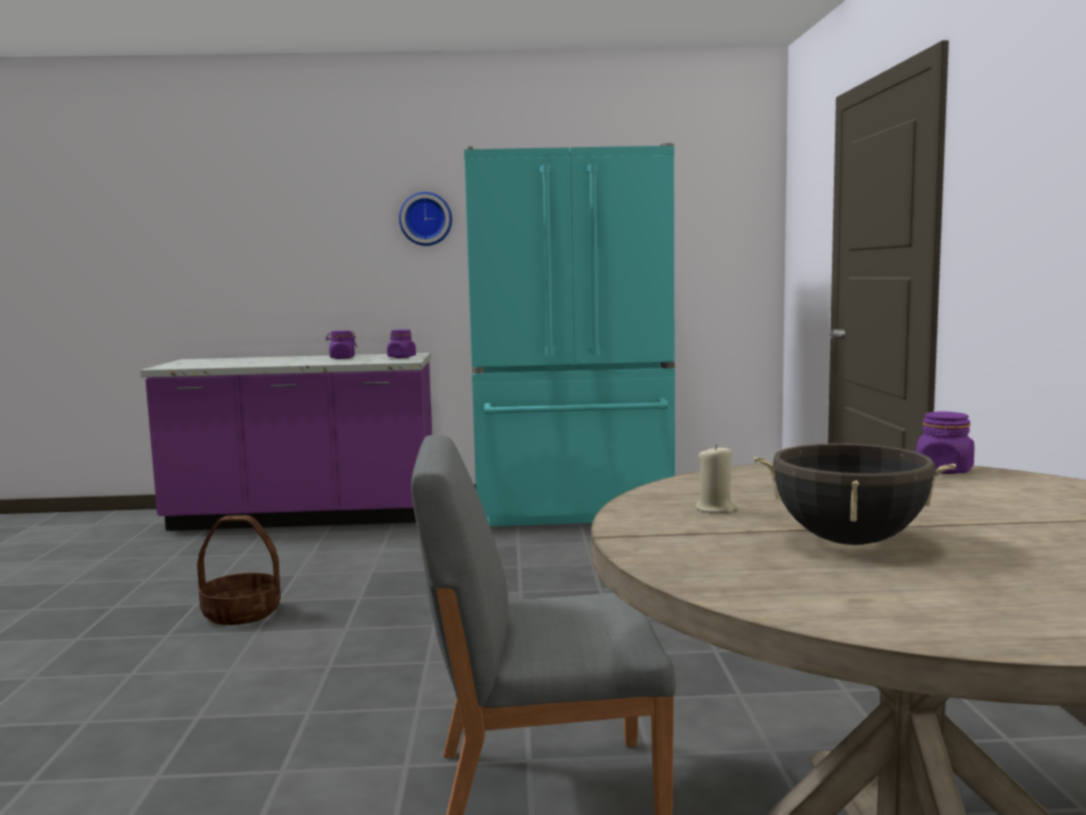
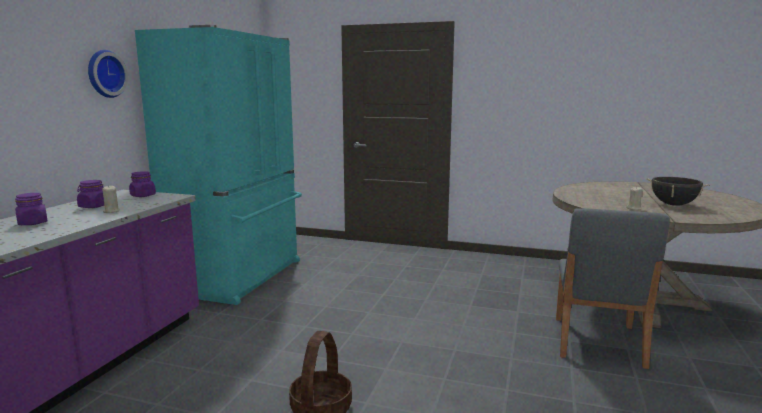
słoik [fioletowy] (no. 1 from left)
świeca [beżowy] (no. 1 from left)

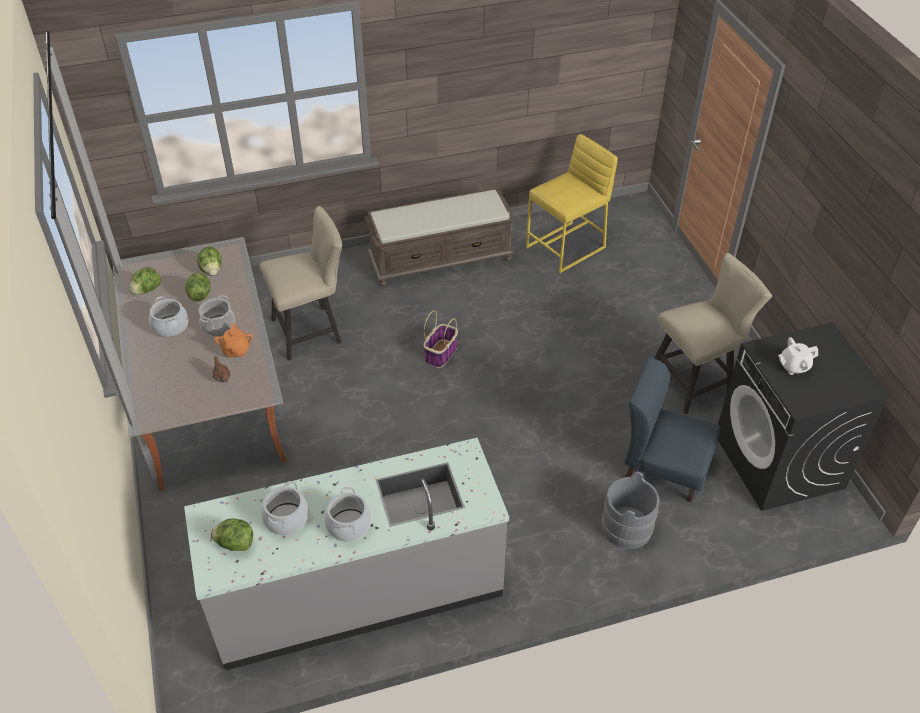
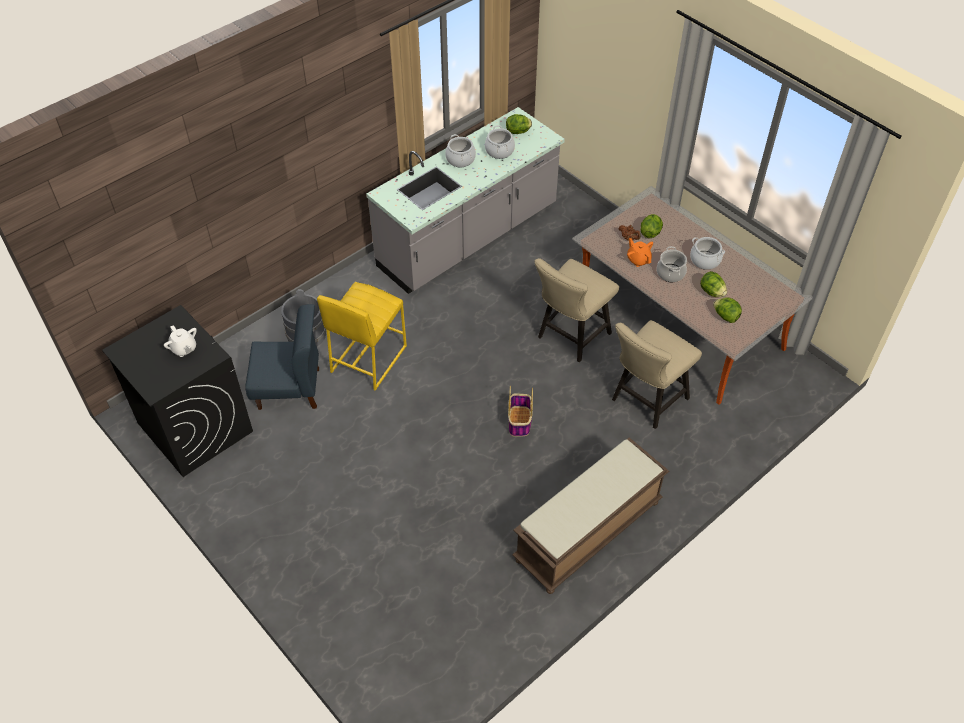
stołek [żółty]
krzesło [beżowy] (no. 1 from left)
sałata (no. 2 from left)
imbryk [biały]

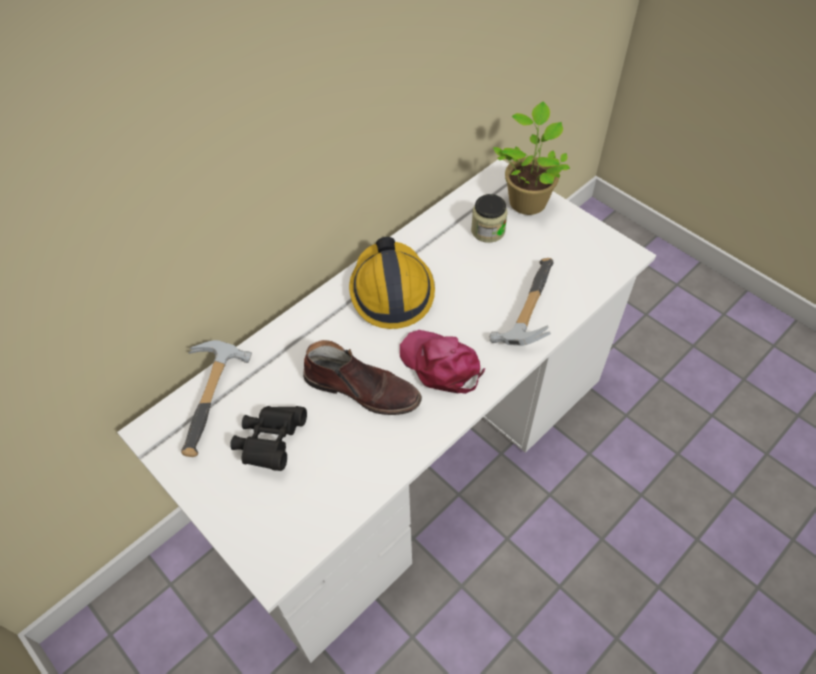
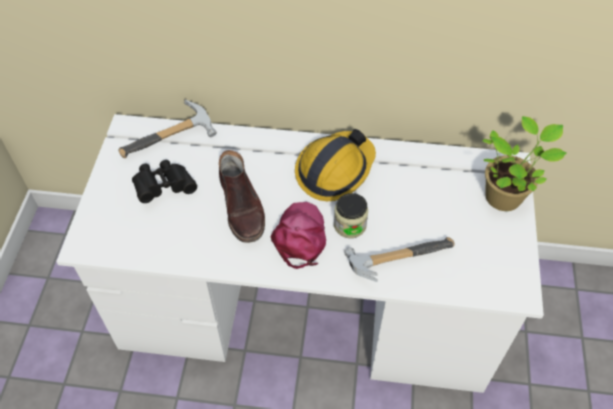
słoik

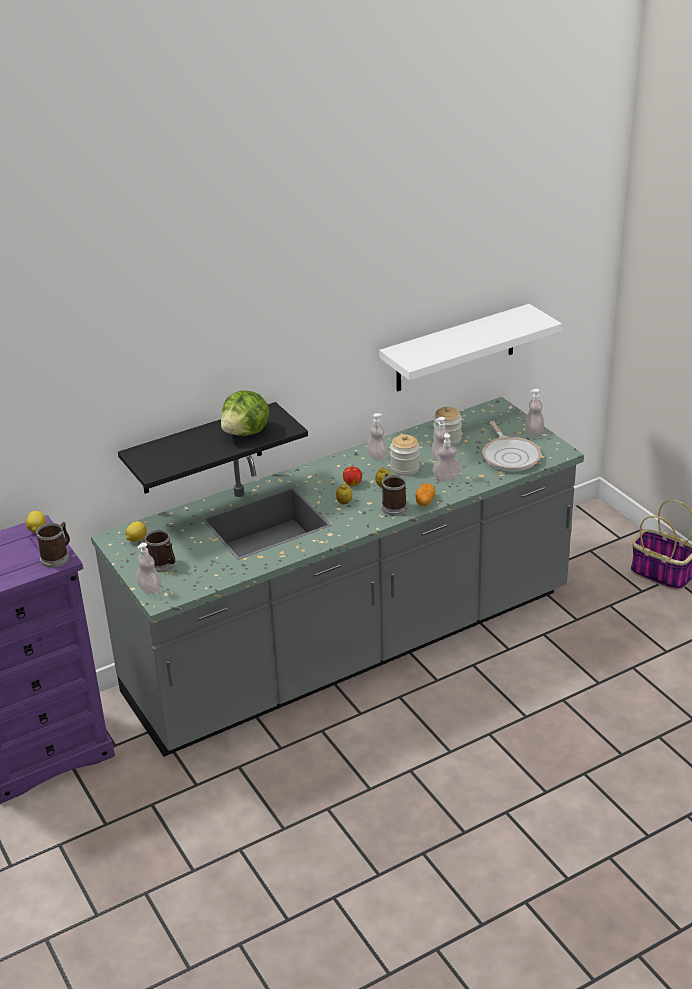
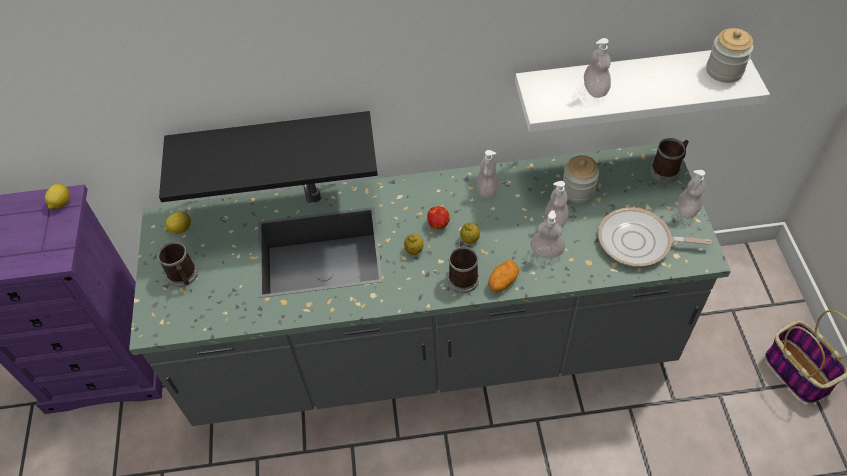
sałata
patelnia
słoik (no. 2 from left)
kubek (no. 3 from left)
dozownik mydła (no. 4 from left)

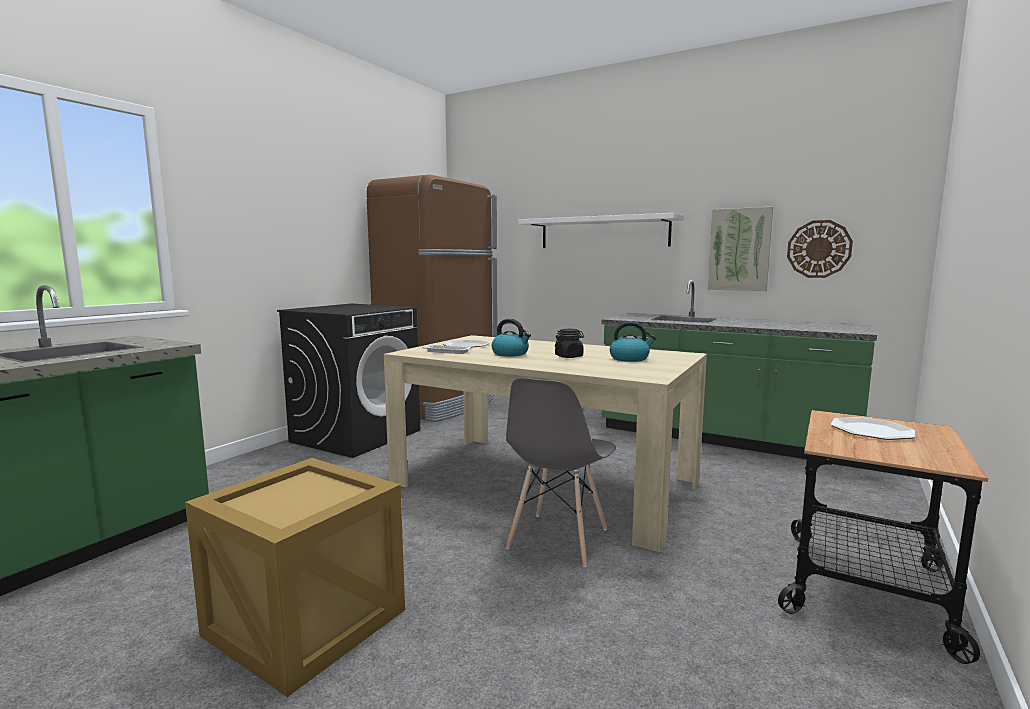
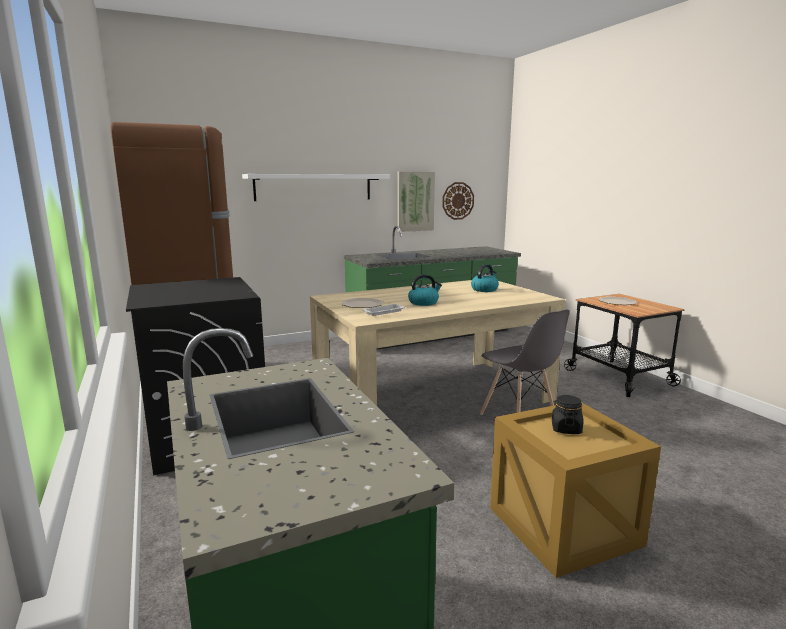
słoik [czarny]

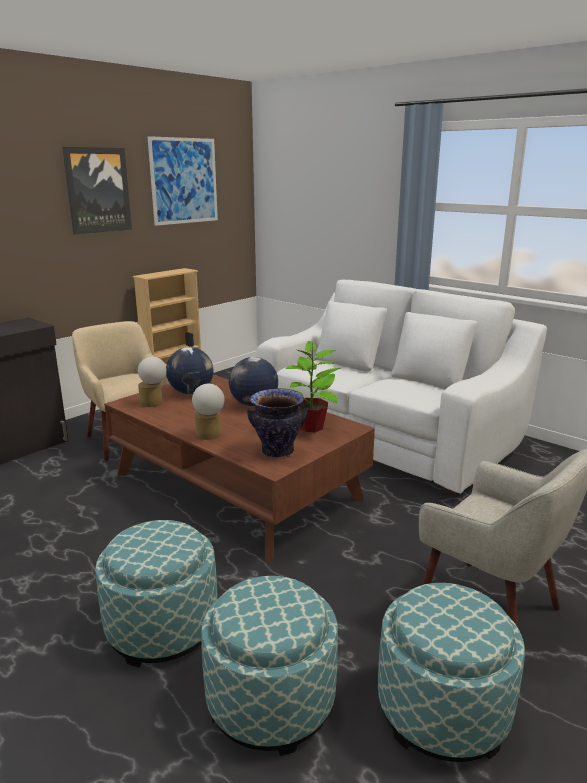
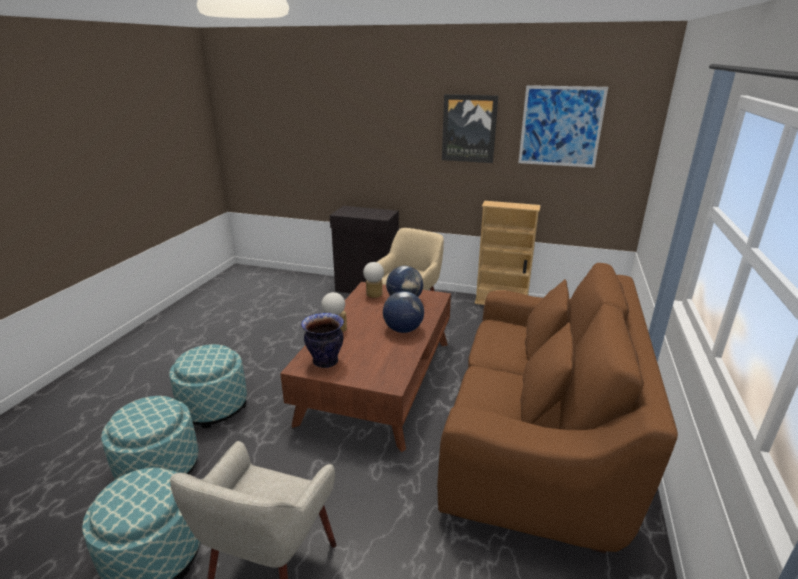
kanapa [brązowy]
roślina doniczkowa

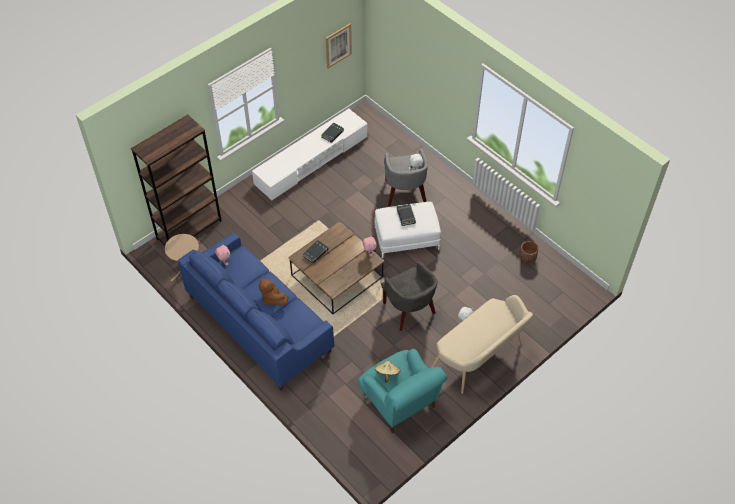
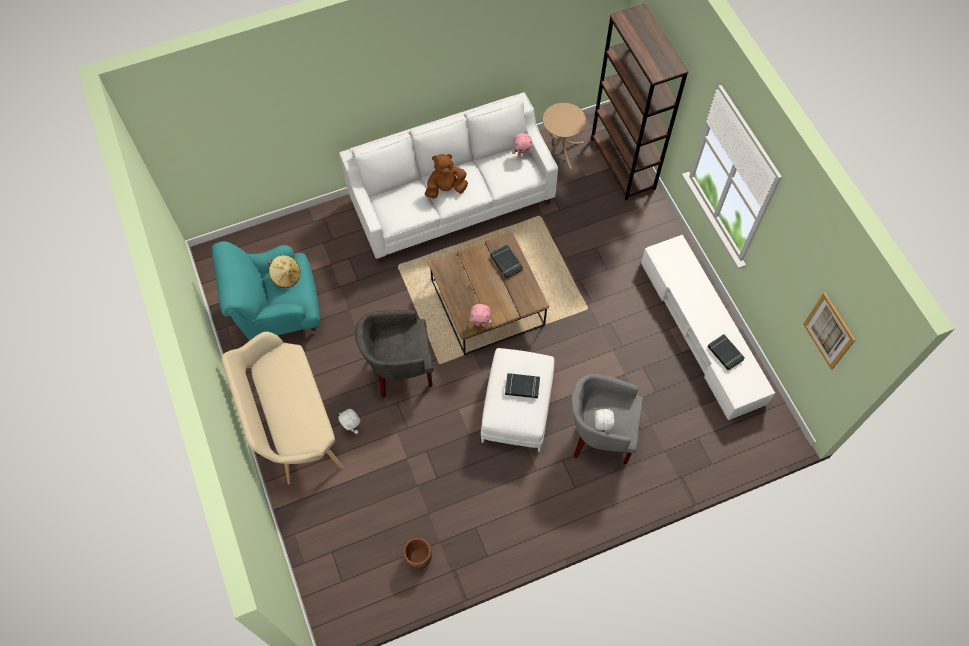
kanapa [biały]

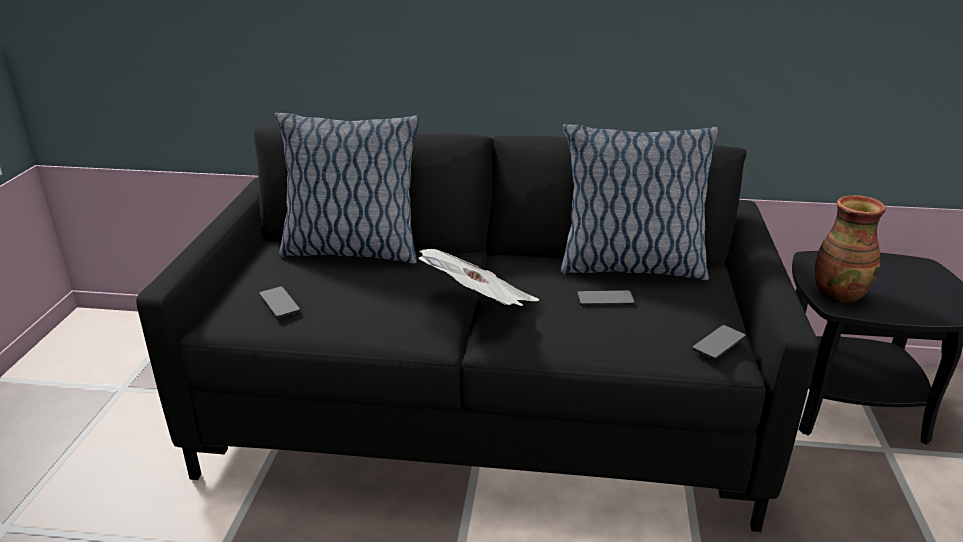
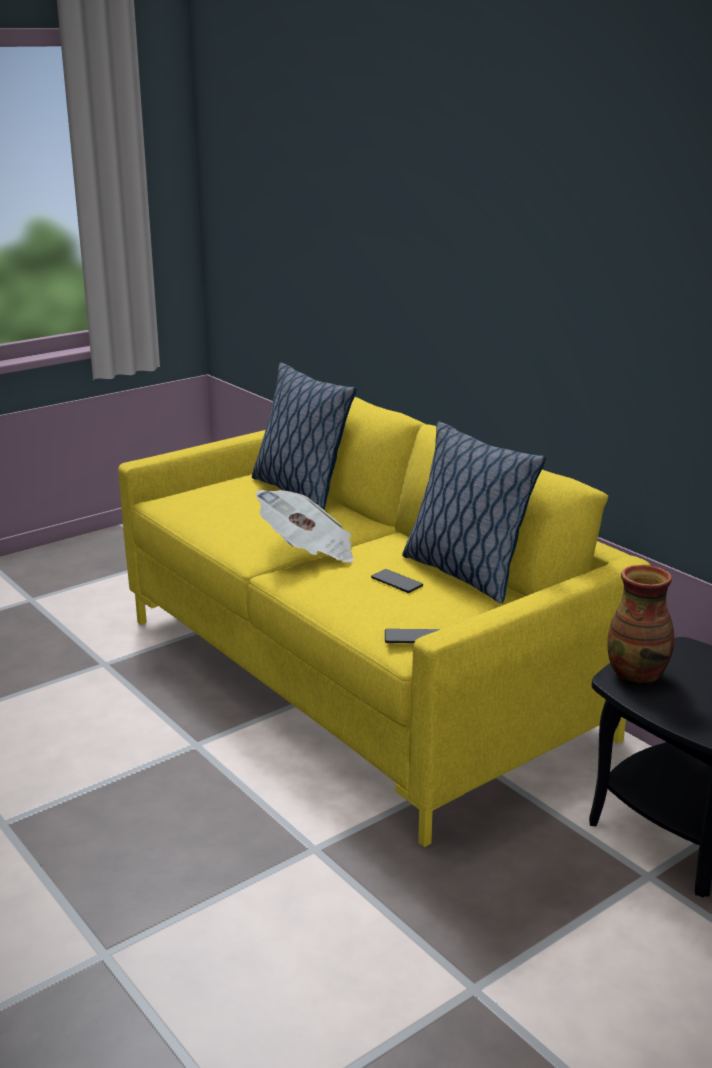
kanapa [żółty]
telefon (no. 1 from left in the first image)

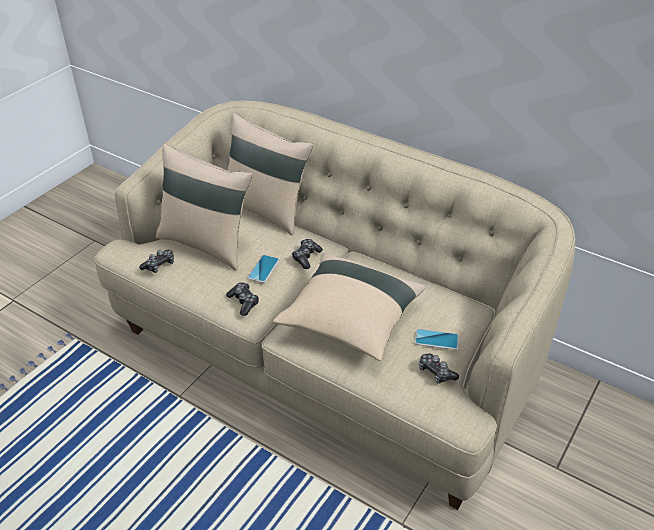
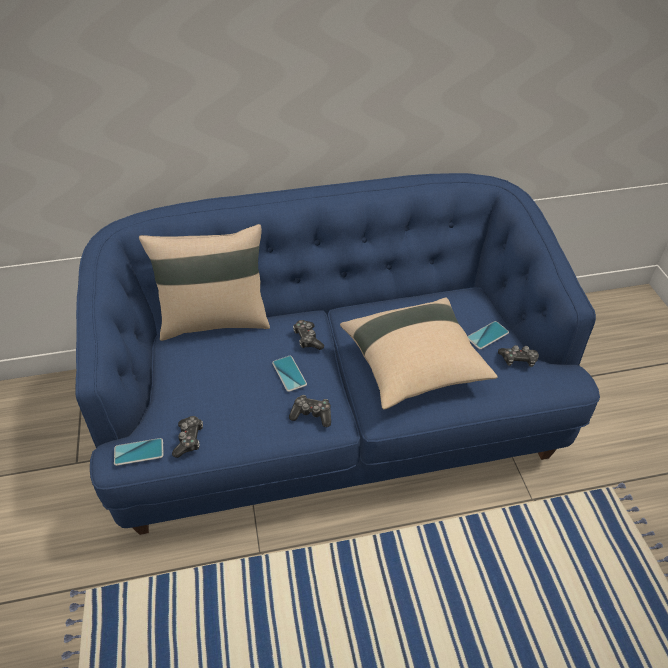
kanapa [niebieski]
poduszka [beżowy] (no. 1 from left in the first image)
telefon (no. 1 from left)

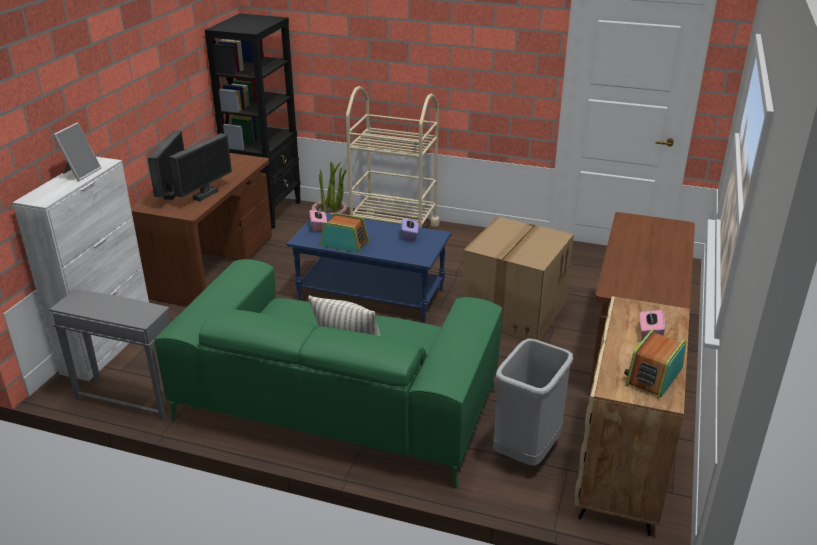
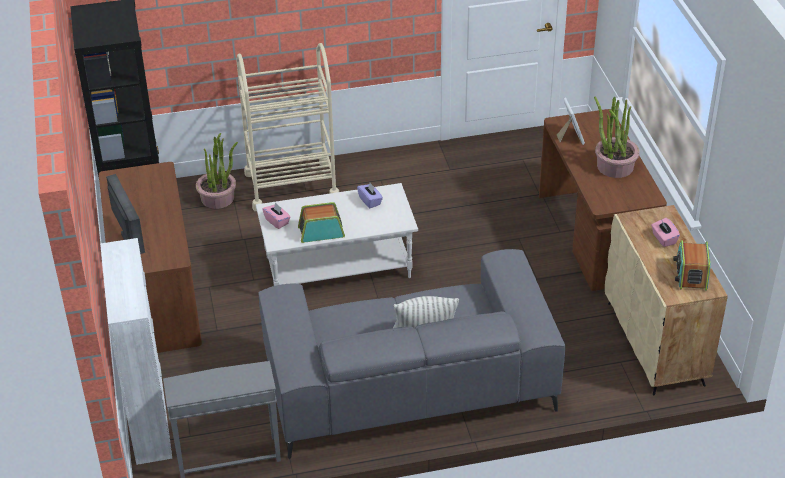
ramka na zdjęcie
monitor (no. 2 from left in the first image)
ława [biały]
karton
kanapa [szary]
kosz na śmieci [szary]
roślina doniczkowa (no. 2 from left)

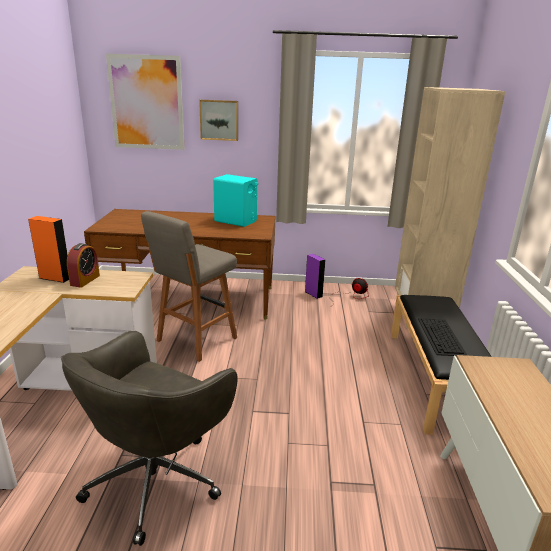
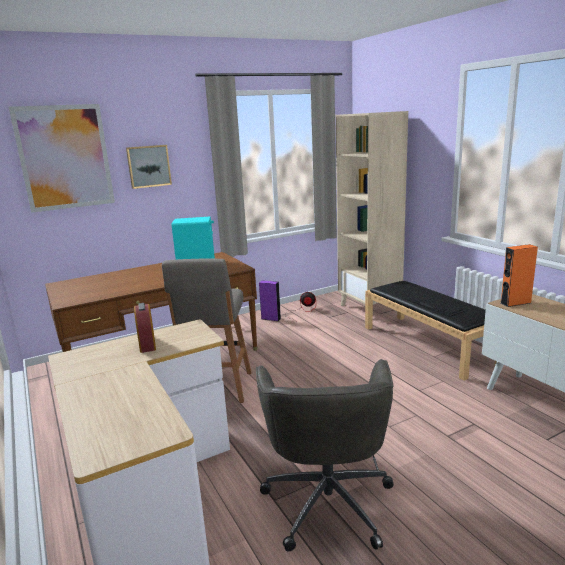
głośnik [pomarańczowy]

